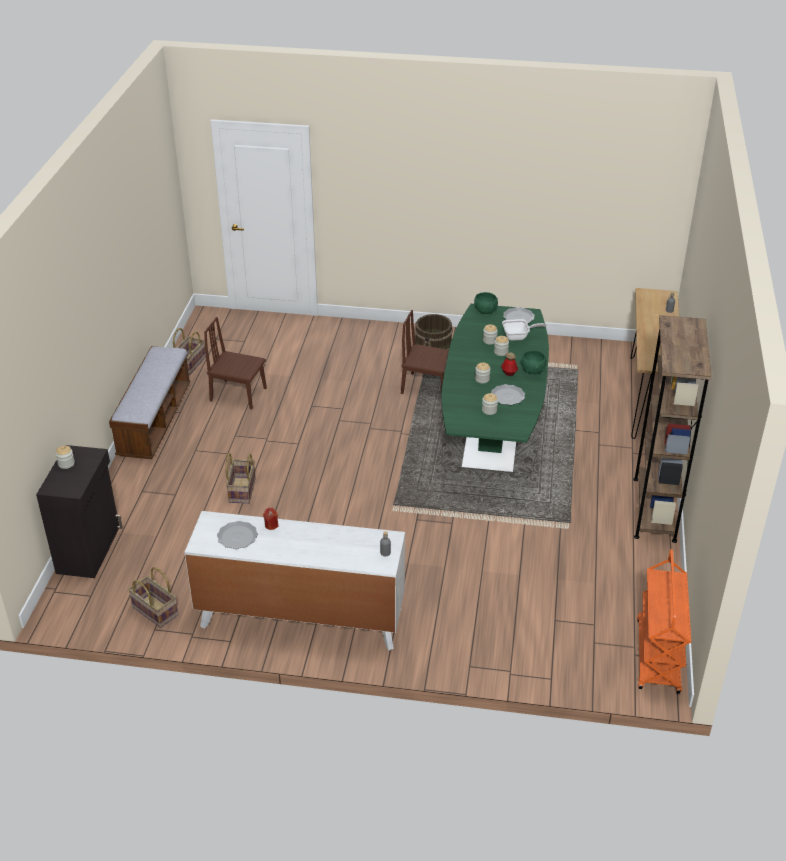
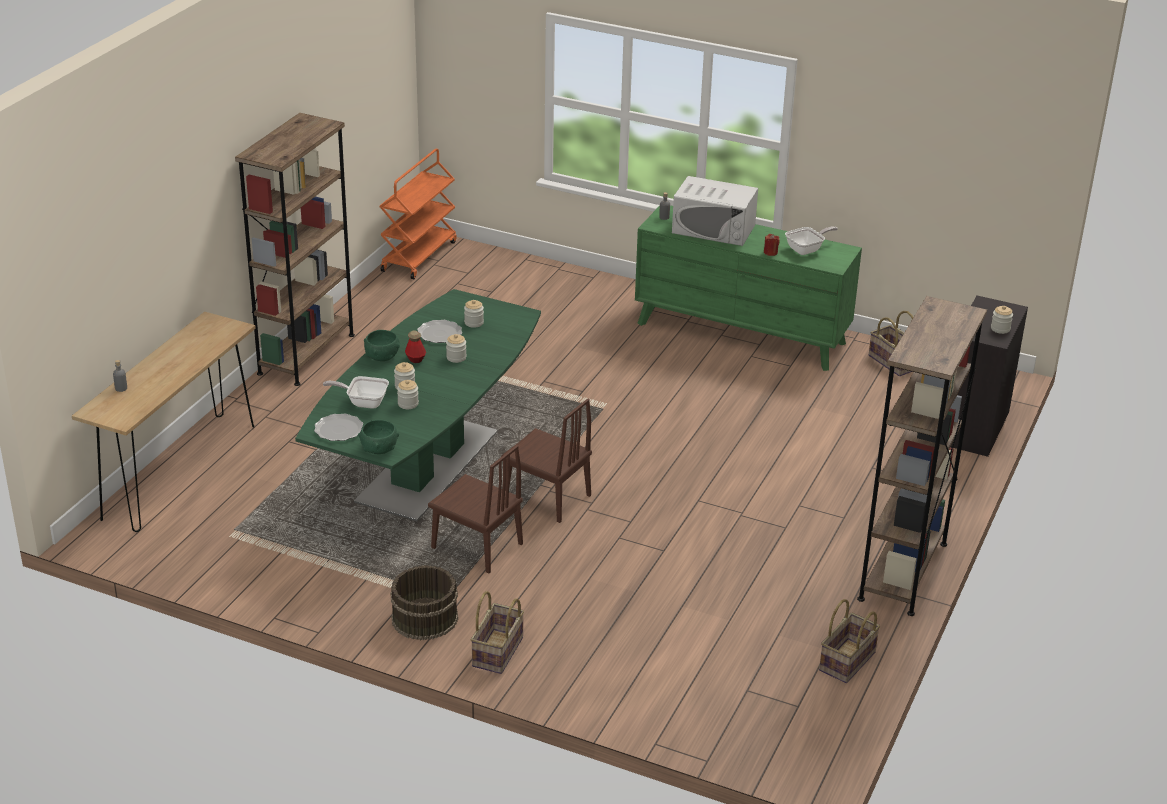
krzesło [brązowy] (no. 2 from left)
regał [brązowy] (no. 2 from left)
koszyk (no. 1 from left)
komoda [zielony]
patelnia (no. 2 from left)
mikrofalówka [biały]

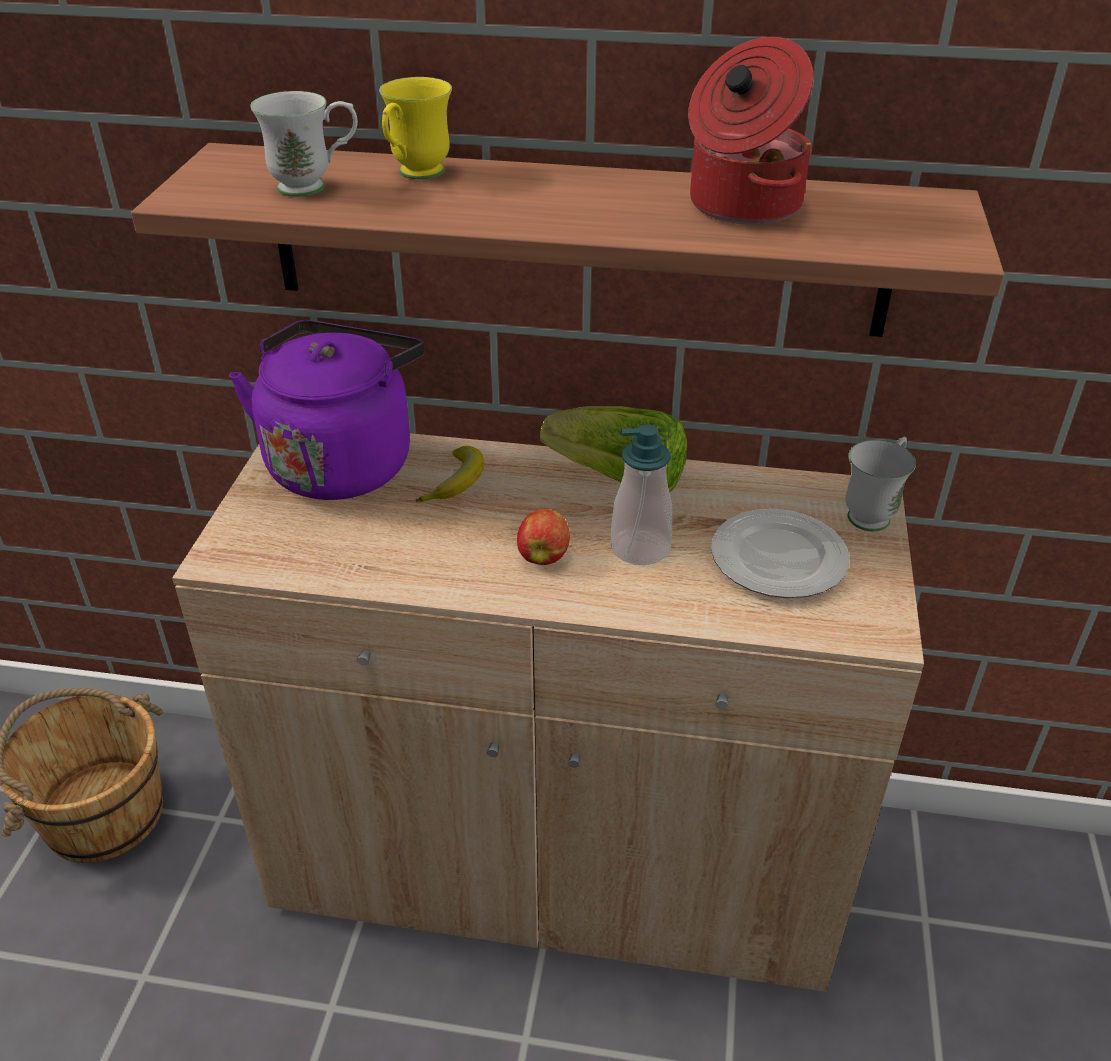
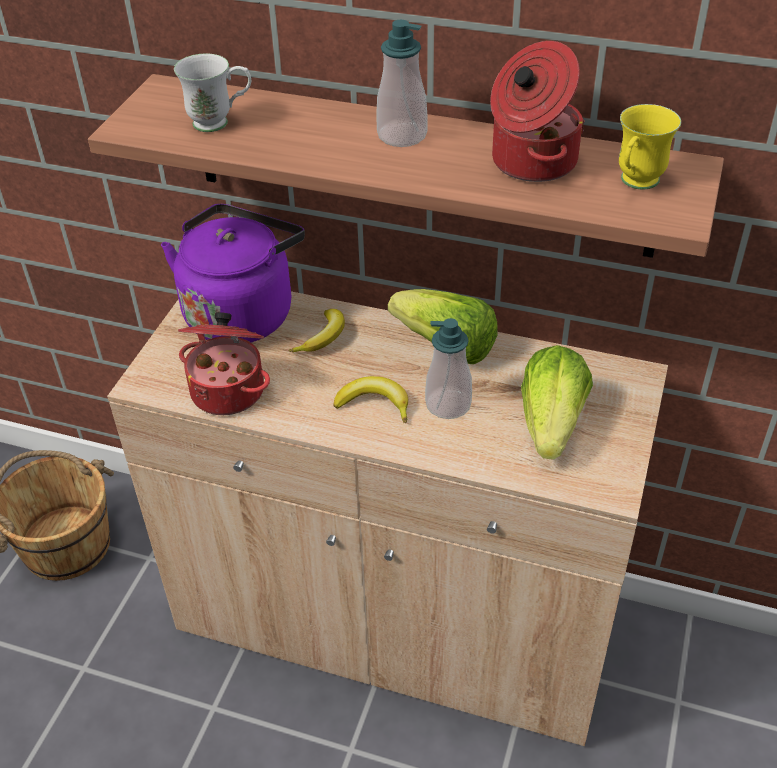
kubek [żółty]
kubek [biały] (no. 2 from left in the first image)
banan (no. 2 from left)
sałata (no. 2 from left)
dozownik mydła (no. 1 from left)
garnek (no. 1 from left)

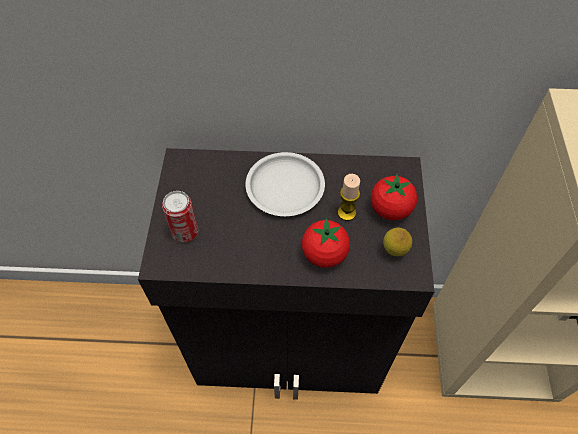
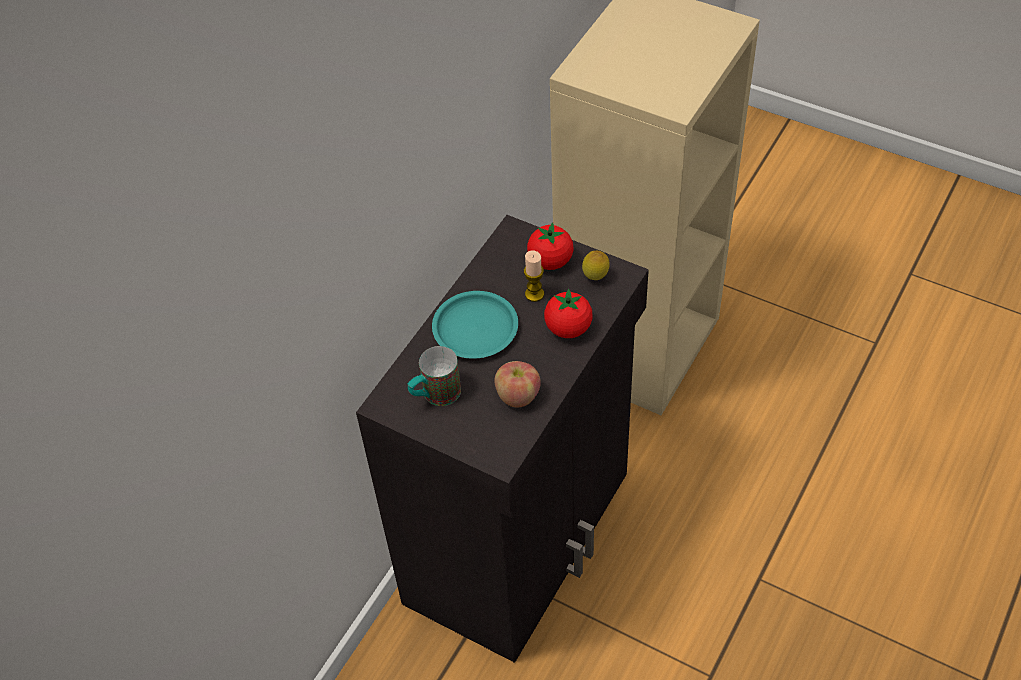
talerz [turkusowy]
puszka
kubek
jabłko

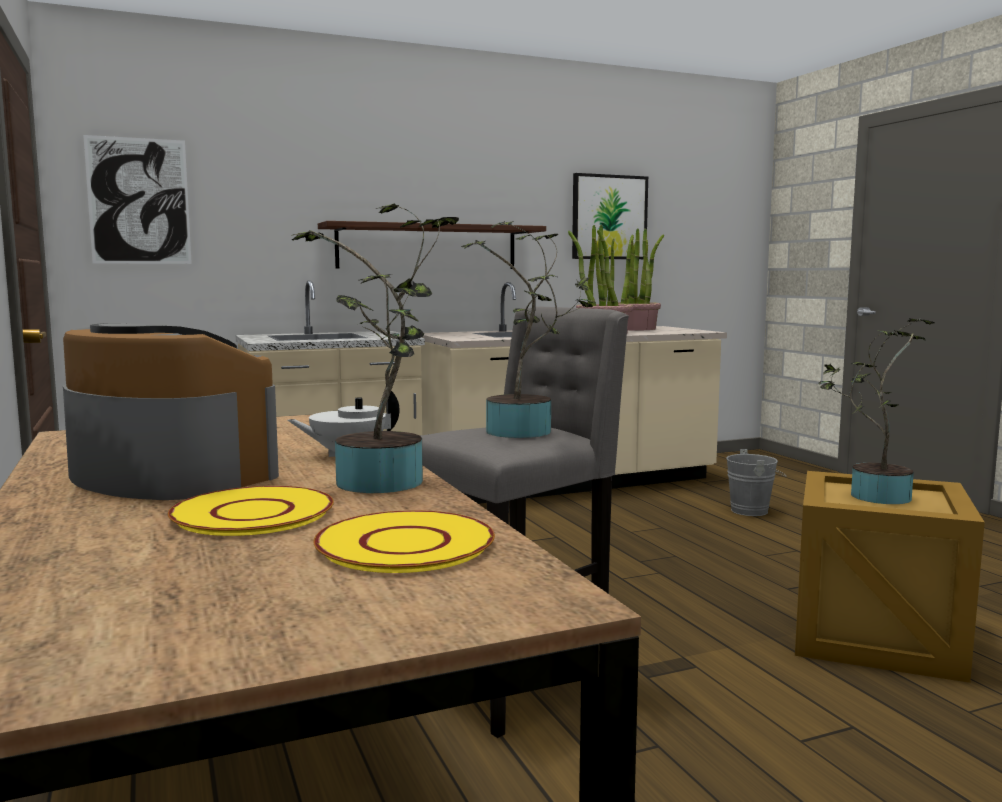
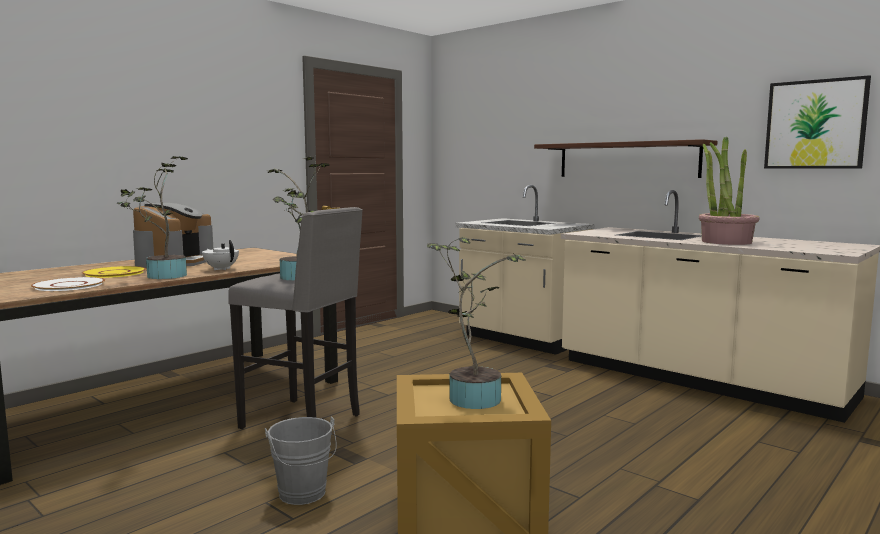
obraz (no. 1 from left in the first image)
roślina doniczkowa (no. 4 from left in the first image)
wiadro [szary]
talerz [biały]

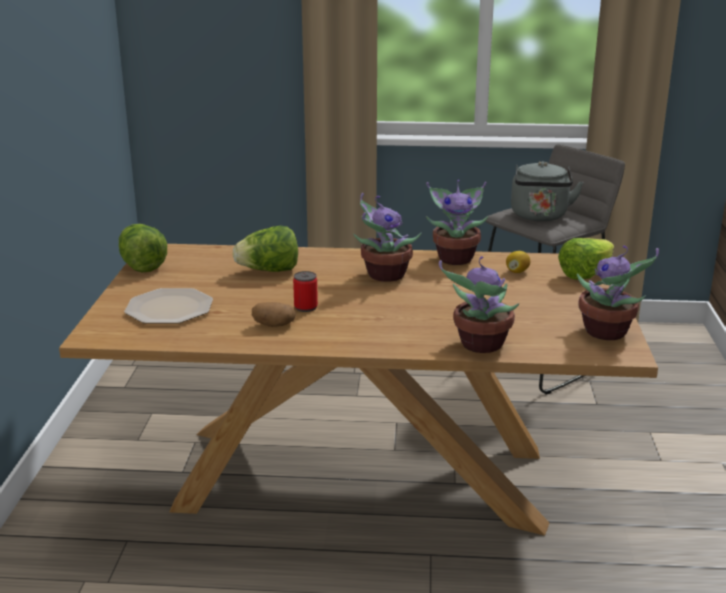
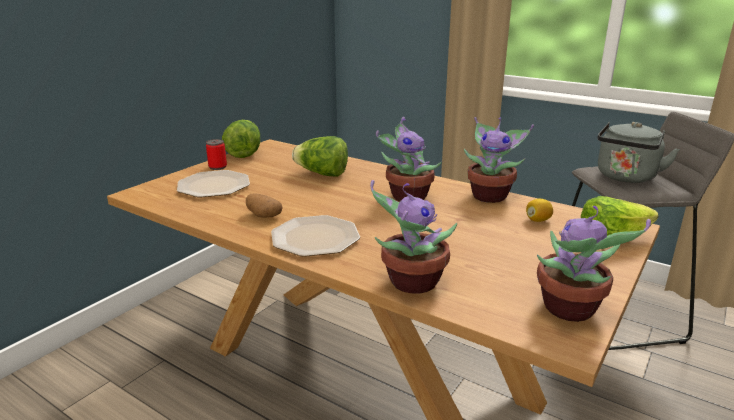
puszka
talerz (no. 2 from left)

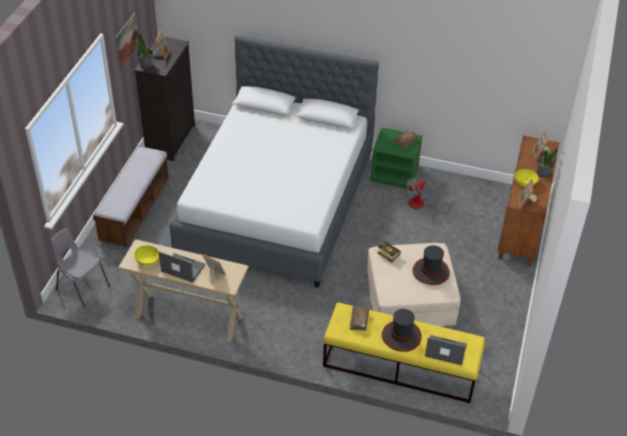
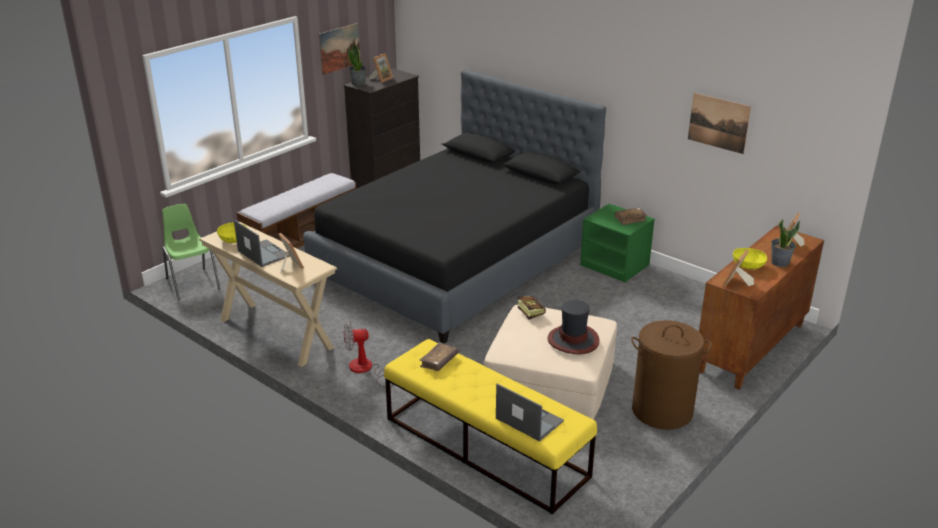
łóżko [czarny]
wentylator
krzesło [zielony]
kapelusz (no. 1 from left in the first image)
obraz (no. 2 from left)
kosz na pranie [brązowy]

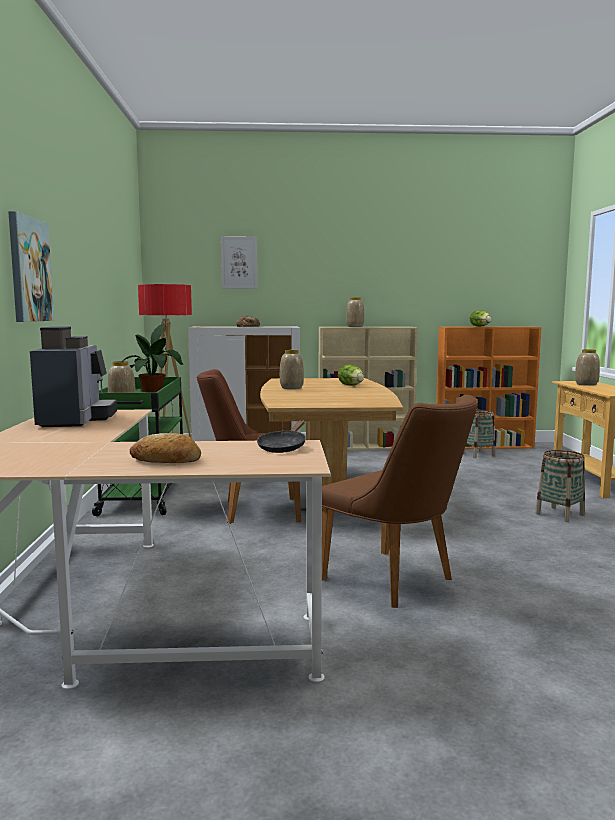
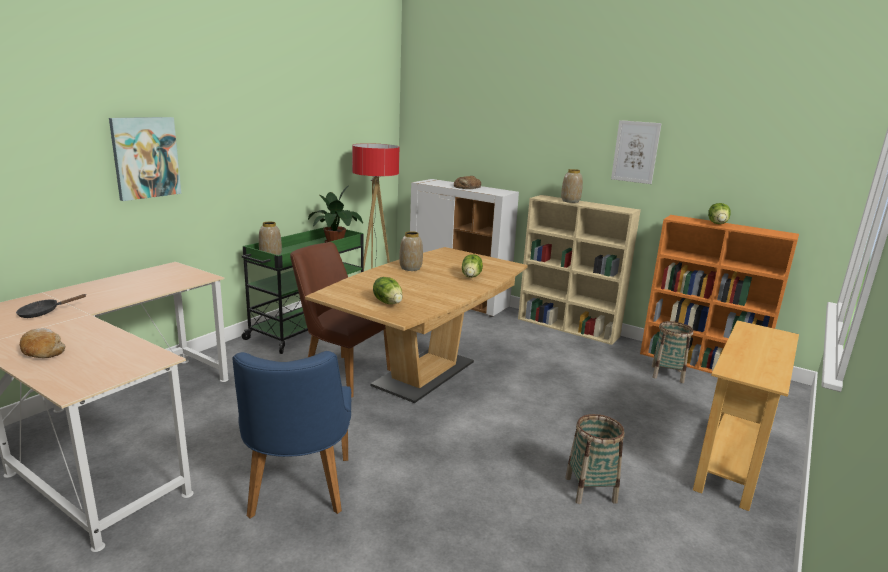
obraz (no. 2 from left)
ekspres do kawy
wazon (no. 4 from left in the first image)
krzesło [niebieski]
patelnia [czarny]
sałata (no. 1 from left)

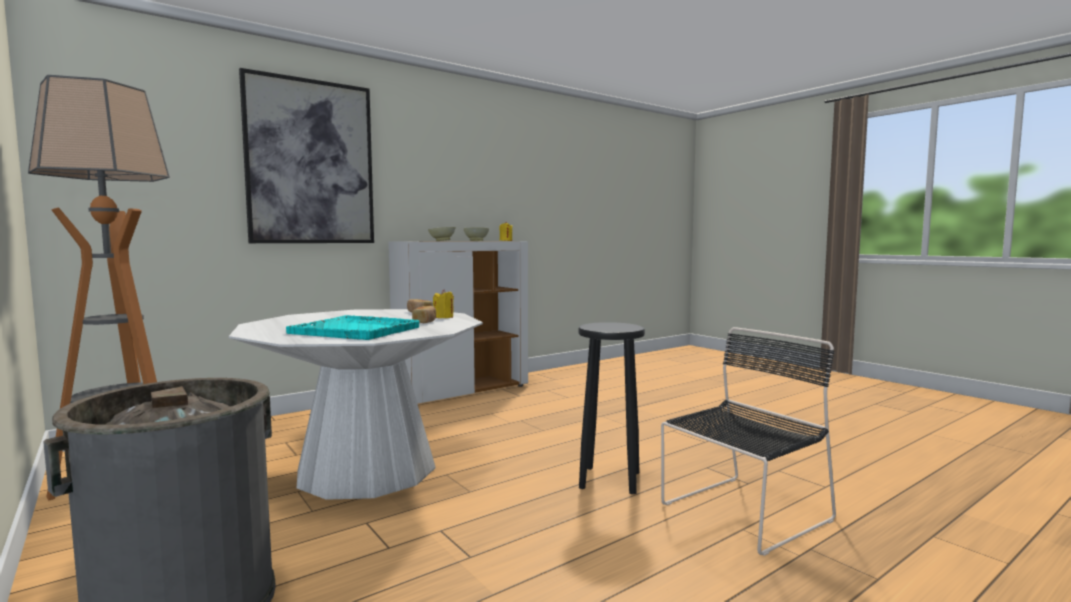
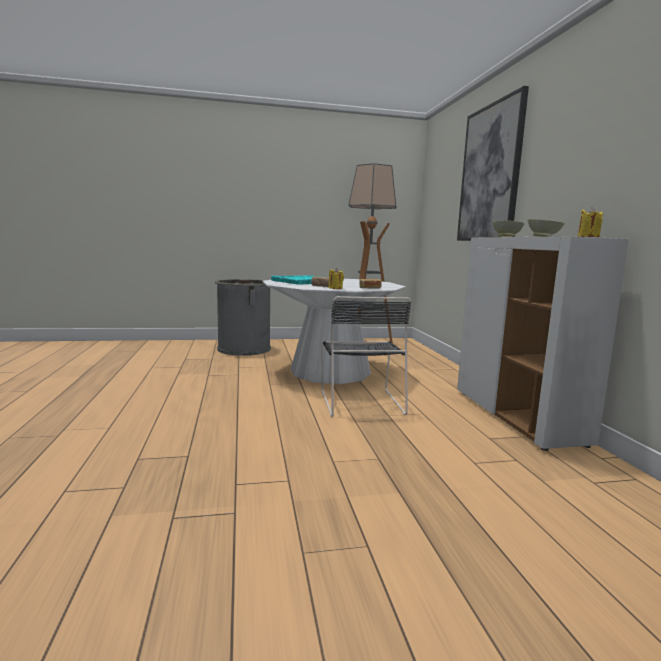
stołek [czarny]
krzesło [czarny]

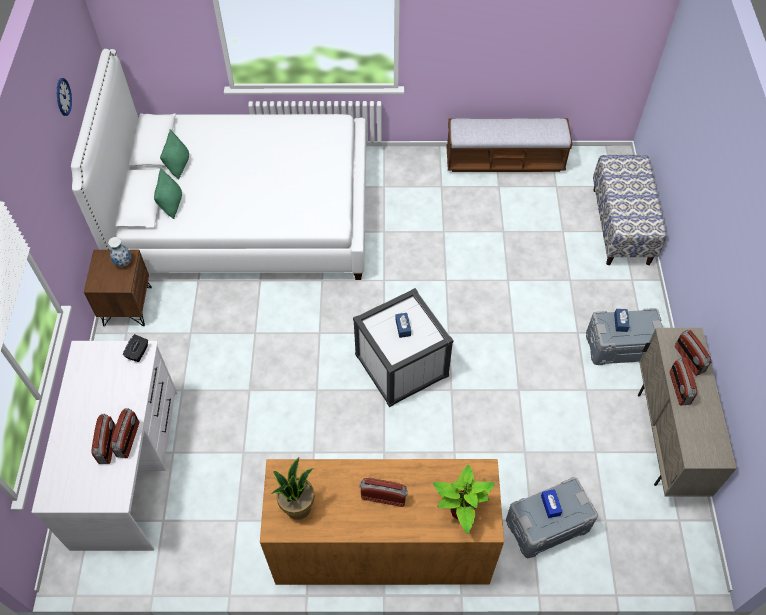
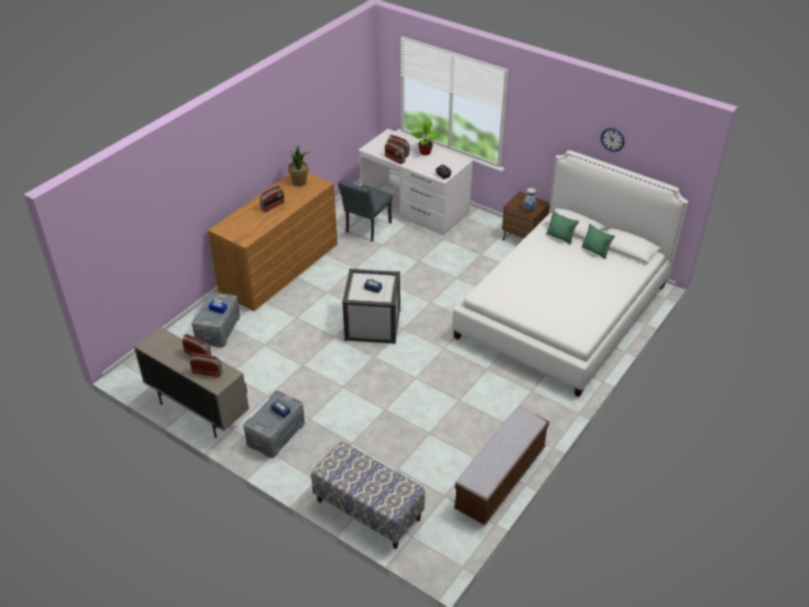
roślina doniczkowa (no. 2 from left)
krzesło [szary]

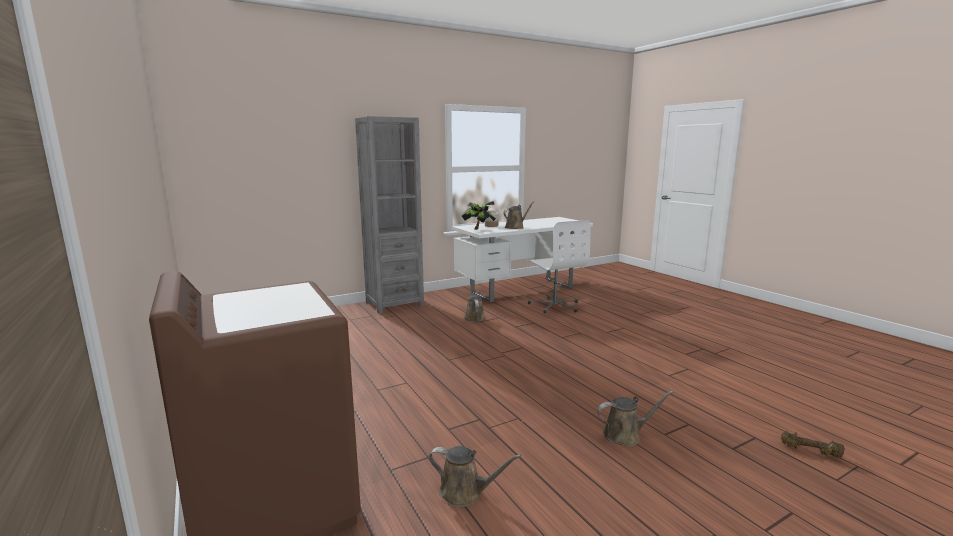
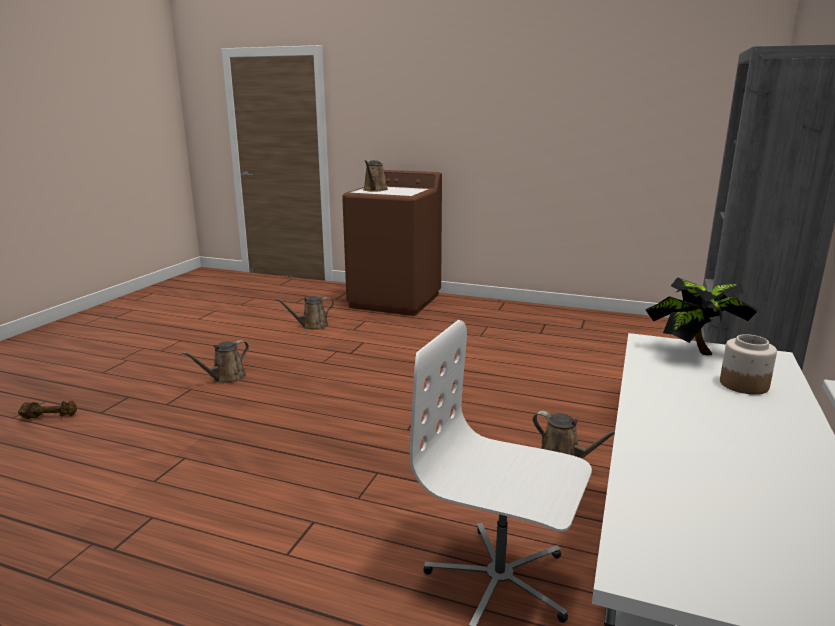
konewka [brązowy] (no. 3 from left)

